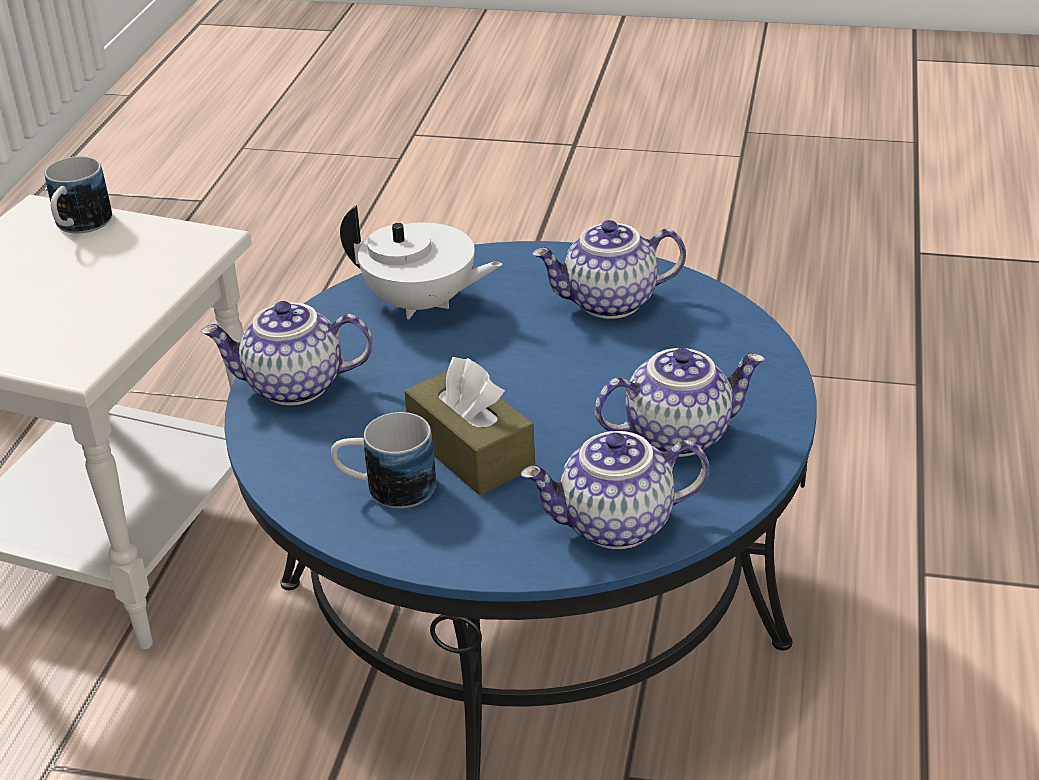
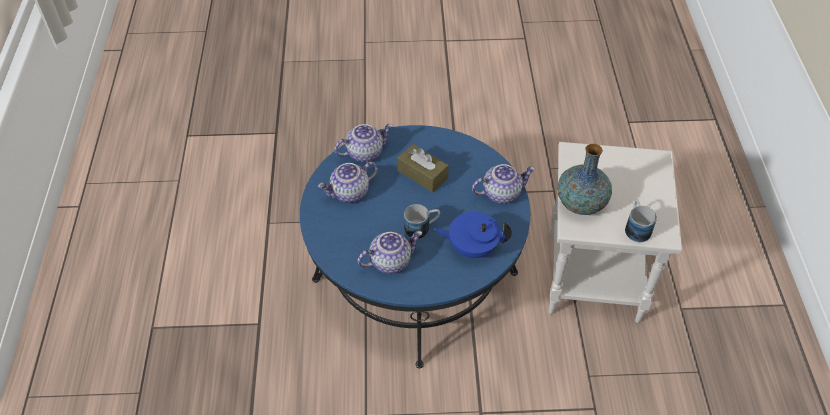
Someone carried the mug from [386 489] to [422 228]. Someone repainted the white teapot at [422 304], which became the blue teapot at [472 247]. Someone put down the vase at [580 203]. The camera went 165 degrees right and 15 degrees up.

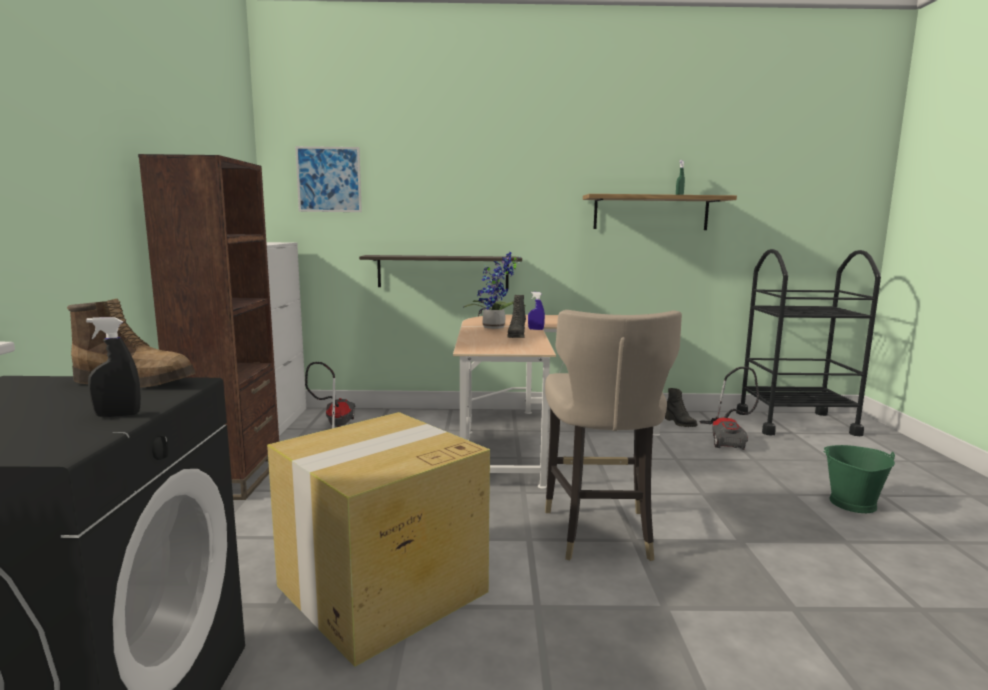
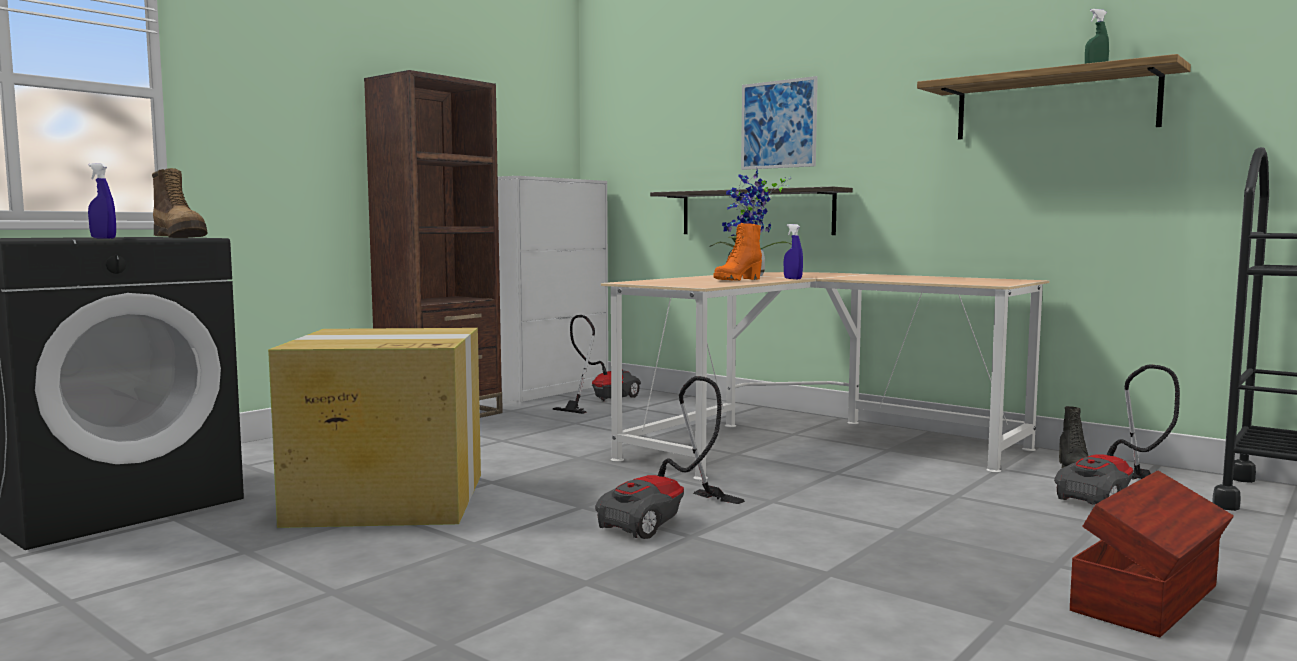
Someone repainted the black spray bottle at [117 415], which became the blue spray bottle at [103 238]. Someone swapped the beige stool at [599 532] for the vacuum cleaner at [667 521]. Someone repainted the black boot at [516 336], which became the orange boot at [736 280]. Someone carried the picture from [329 179] to [778 124]. Someone swapped the green bucket at [851 503] for the brown storage box at [1149 598]. The camera went 40 degrees right and 5 degrees down.

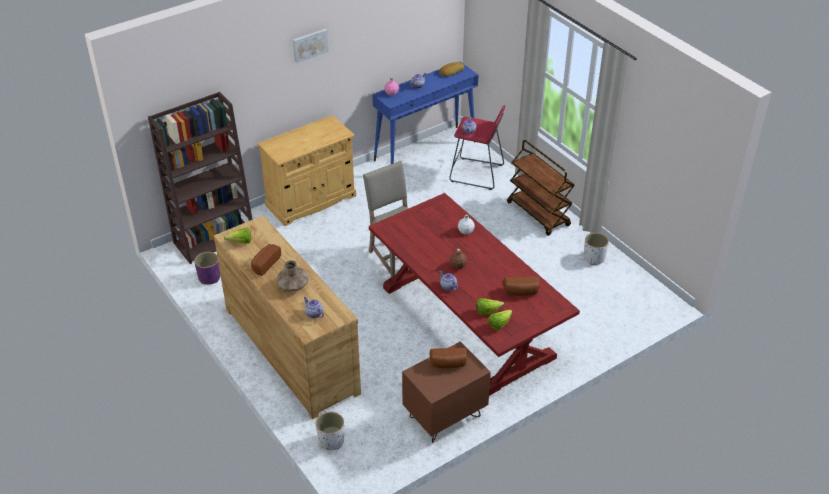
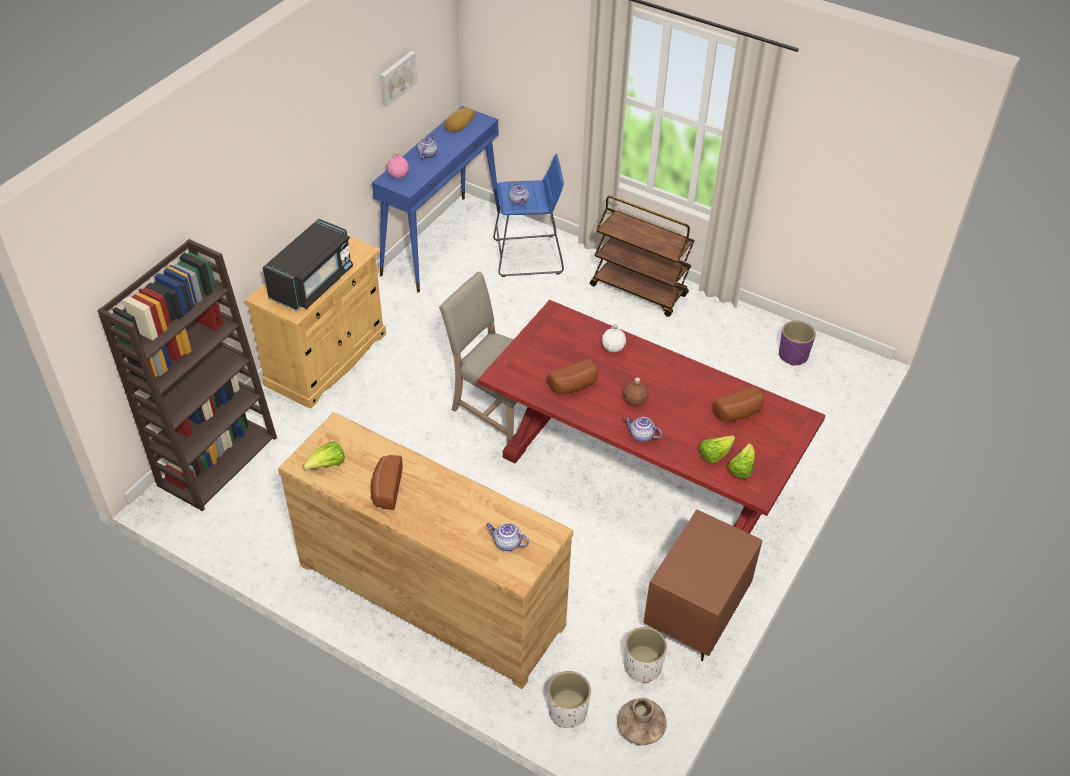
Someone put down the black microwave at [312 283]. Someone carried the picture from [309 45] to [396 78]. Someone repainted the red stool at [477 173], which became the blue stool at [528 256]. Someone carried the bread from [448 364] to [574 386]. Someone carried the brown vase from [293 285] to [640 728]. Someone carried the white planter from [594 258] to [643 667]. Someone carried the purple planter from [209 278] to [793 355]. The camera went 25 degrees left and 5 degrees up.

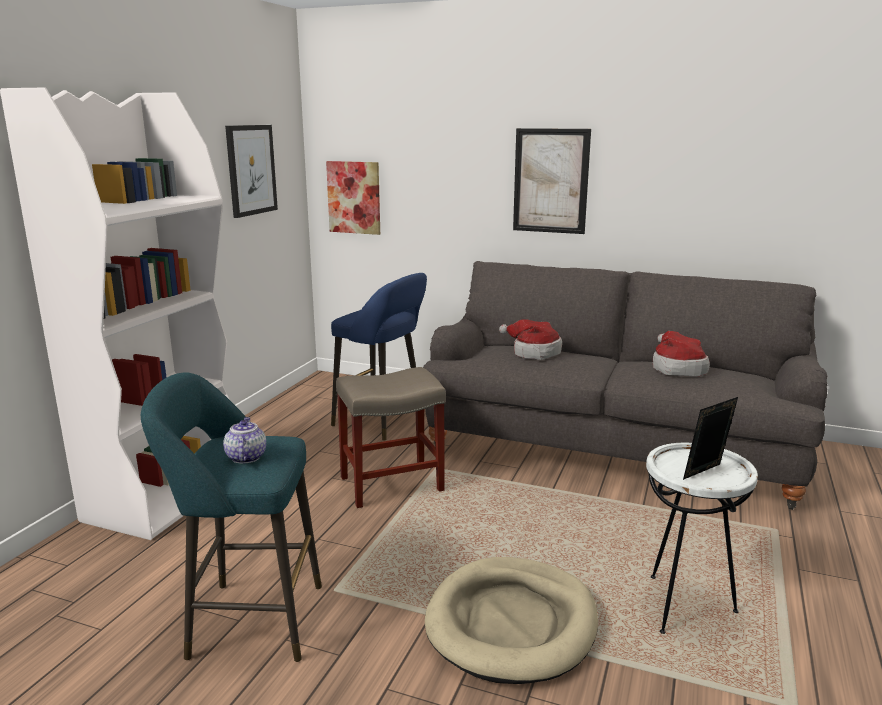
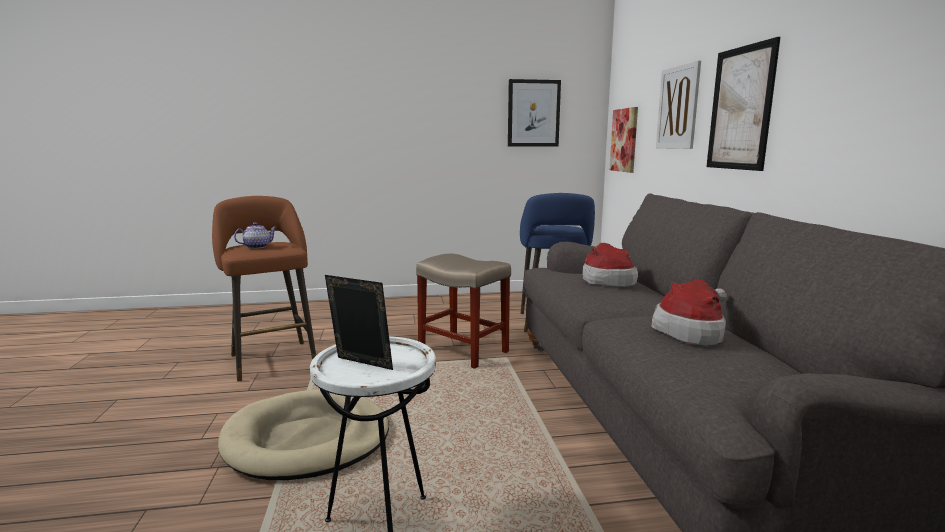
Someone repainted the turquoise stool at [248 620], which became the brown stool at [272 358]. Someone put up the picture at [678 107]. Someone took away the white bookcase at [169 493]. The camera went 60 degrees right and 5 degrees down.

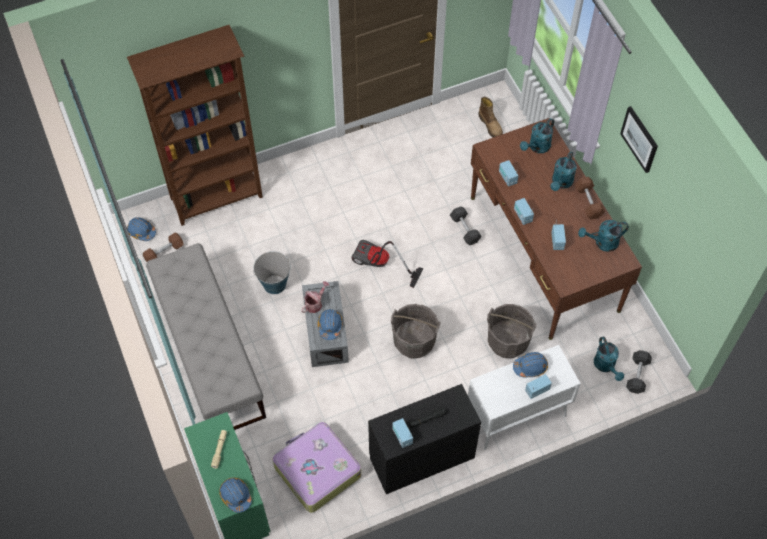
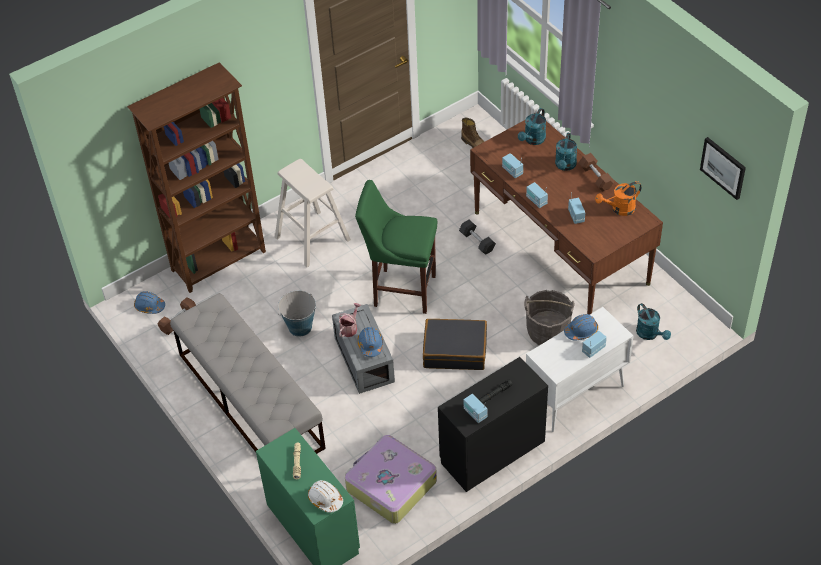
Someone put down the beige stool at [312 238]. Someone repainted the blue hard hat at [236 496], which became the white hard hat at [325 499]. Someone swapped the vacuum cleaner at [379 265] for the green stool at [401 290]. Someone swapped the grey bucket at [414 341] for the black suitcase at [455 350]. Someone repainted the turquoise watering can at [602 243], which became the orange watering can at [619 209]. Someone carried the picture from [640 139] to [723 167]. Someone took away the grey dumbbell at [637 375]. The camera went 10 degrees left and 10 degrees down.

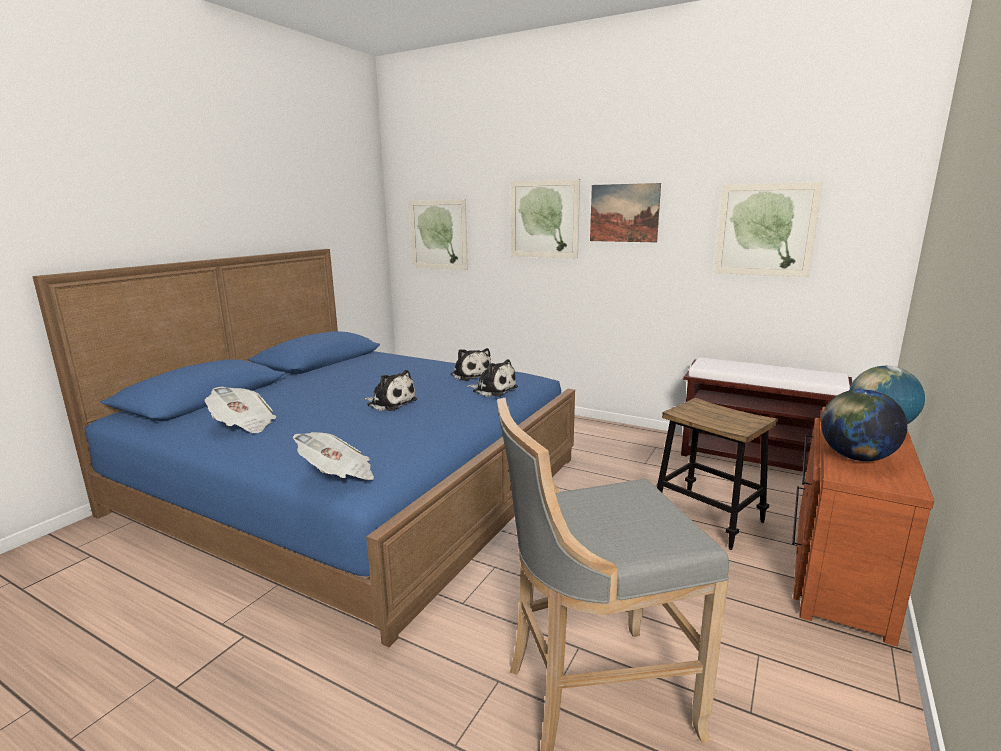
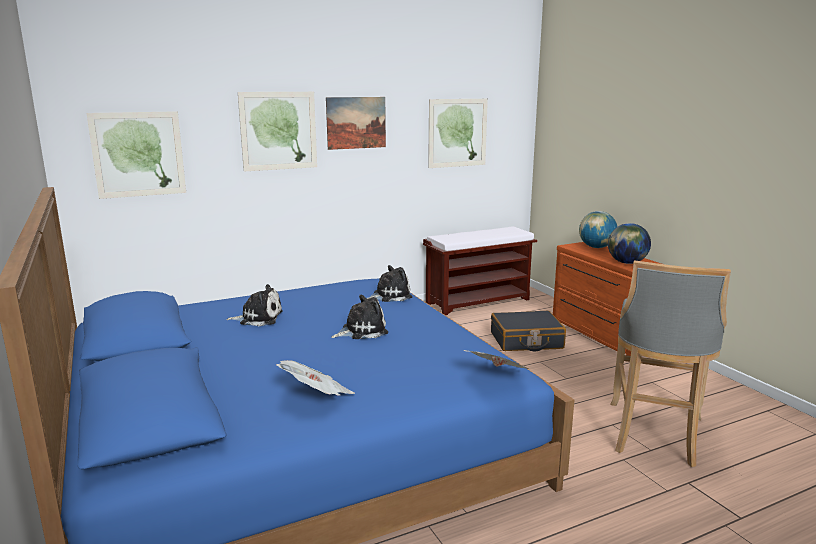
Someone carried the plush toy from [470 375] to [258 318]. Someone swapped the stool at [708 518] for the black suitcase at [526 341]. The camera went 55 degrees left and 0 degrees up.

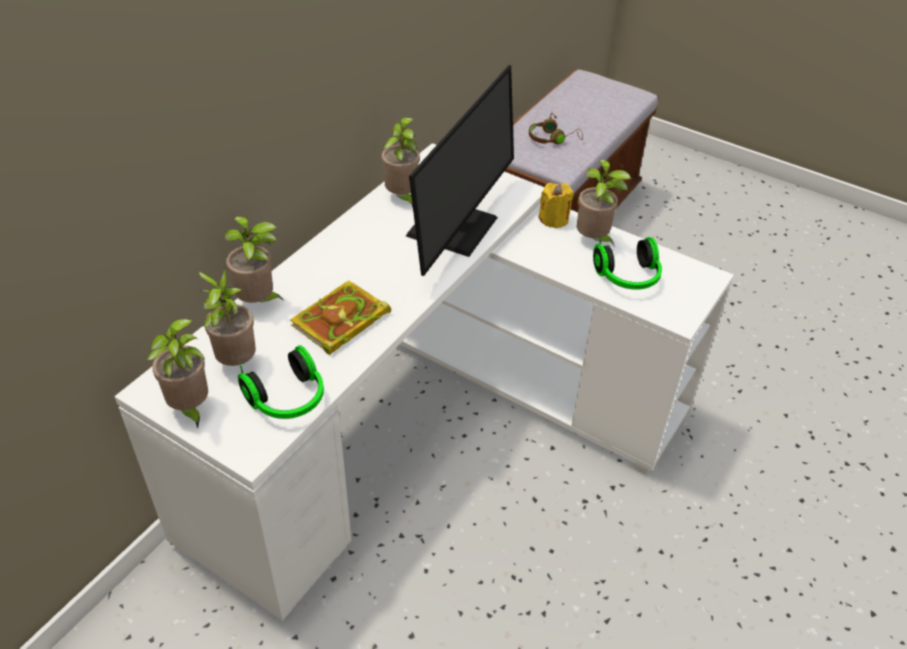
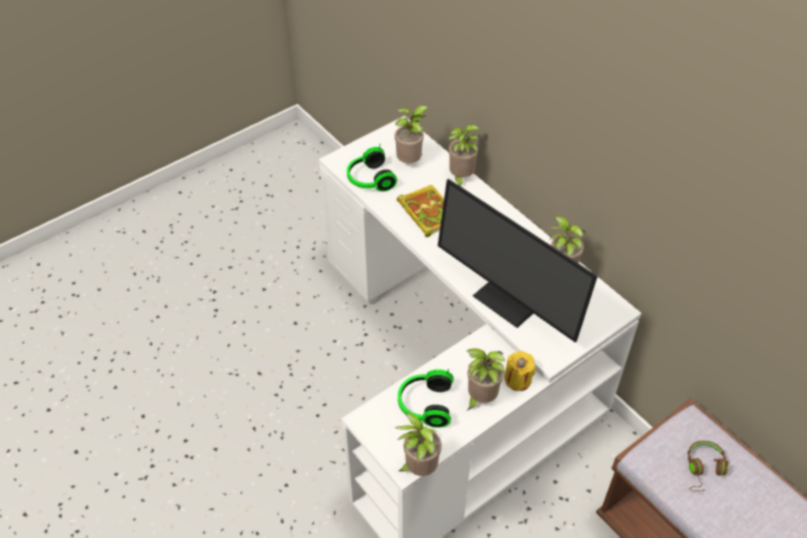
Someone carried the potted plant from [190 409] to [419 468]. The camera went 110 degrees right and 5 degrees up.

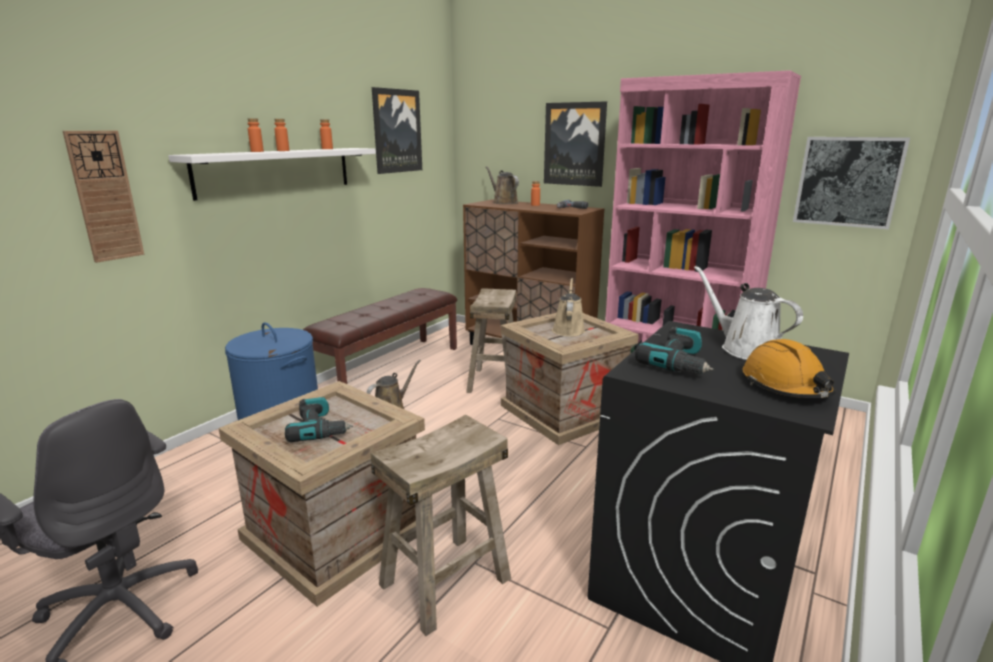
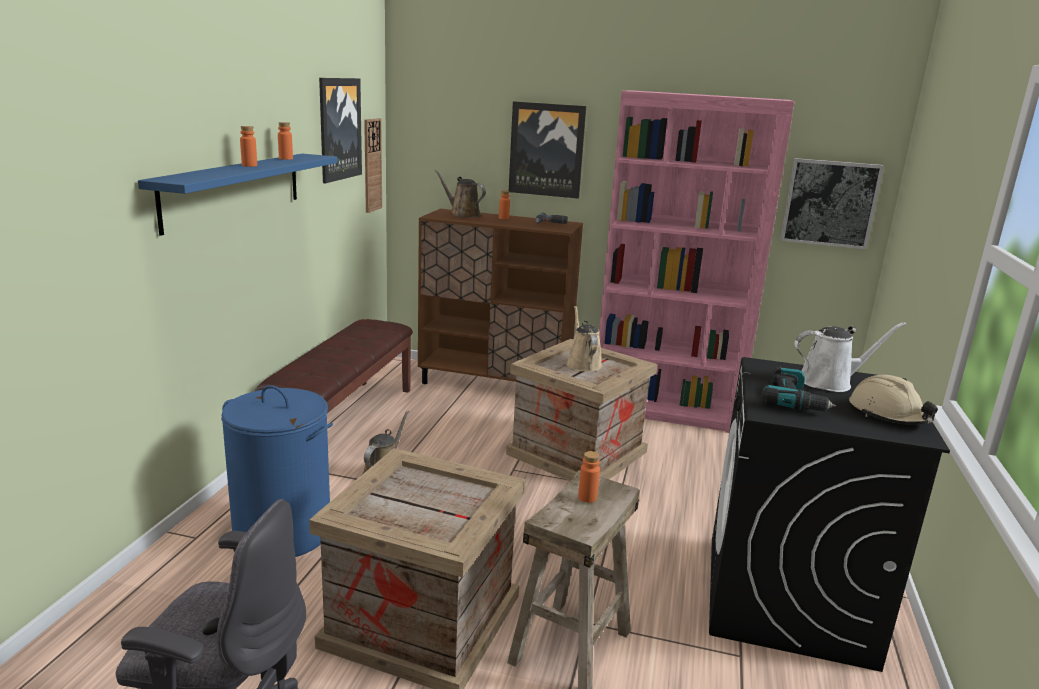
Someone repainted the white shelf at [276 171], which became the blue shelf at [234 190]. Someone carried the wall clock from [105 196] to [372 165]. Someone carried the orange bottle from [257 151] to [587 497]. Someone rotated the white watering can at [745 349] by 135 degrees clockwise. Someone repainted the orange hard hat at [785 386], which became the beige hard hat at [888 415]. Someone took away the power drill at [320 429]. Someone took away the beige stool at [494 381]. The camera went 20 degrees left and 0 degrees up.

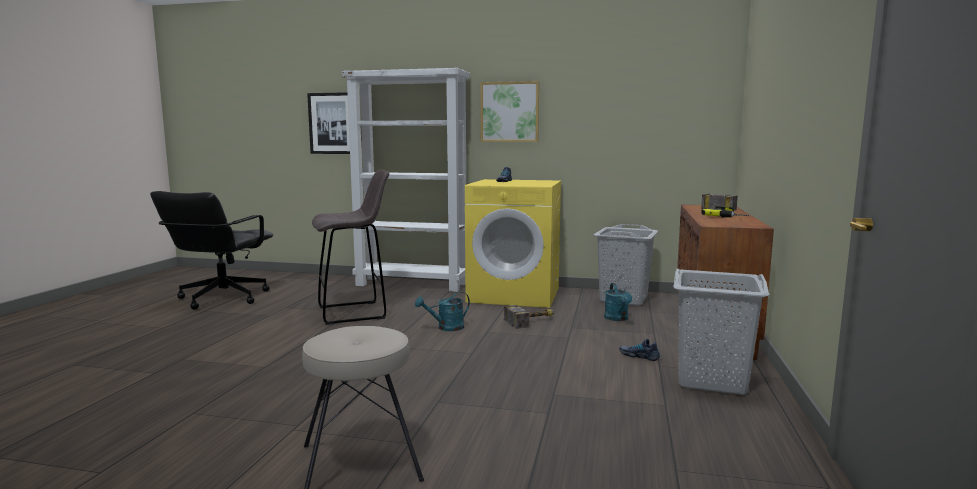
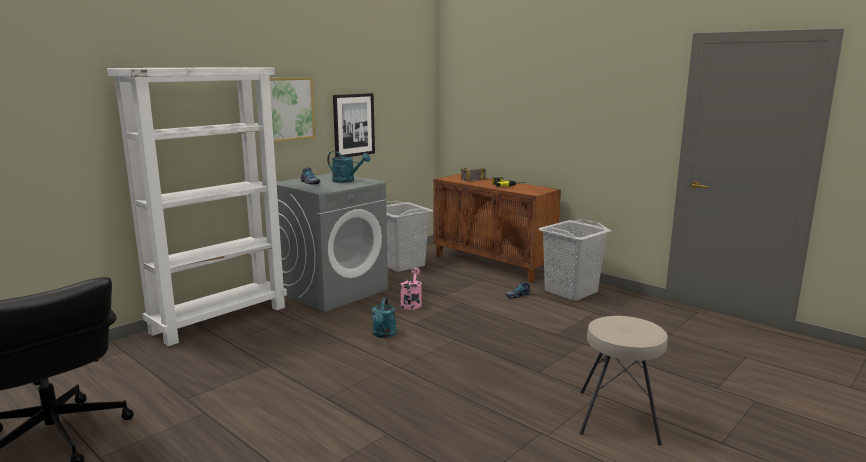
Someone repainted the yellow washing machine at [515 295], which became the grey washing machine at [333 291]. Someone carried the turquoise watering can from [618 319] to [347 181]. Someone carried the picture from [332 123] to [353 125]. Someone swapped the hammer at [532 321] for the pink watering can at [411 303]. Someone took away the grey stool at [354 312]. The camera went 60 degrees left and 5 degrees up.

